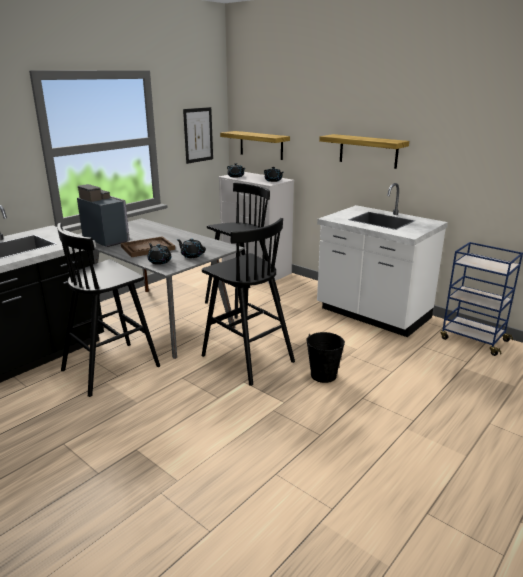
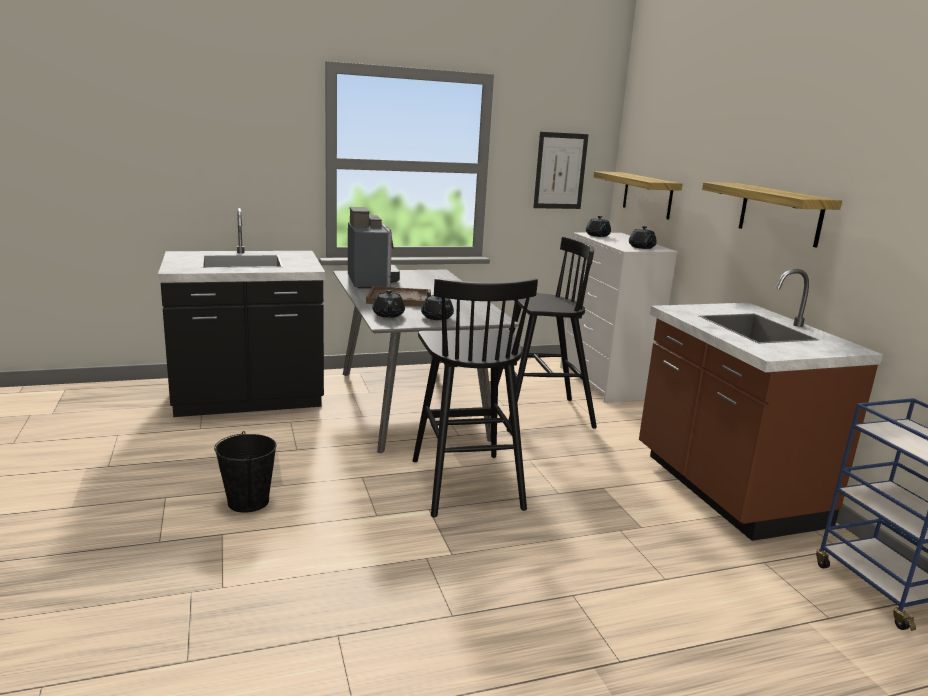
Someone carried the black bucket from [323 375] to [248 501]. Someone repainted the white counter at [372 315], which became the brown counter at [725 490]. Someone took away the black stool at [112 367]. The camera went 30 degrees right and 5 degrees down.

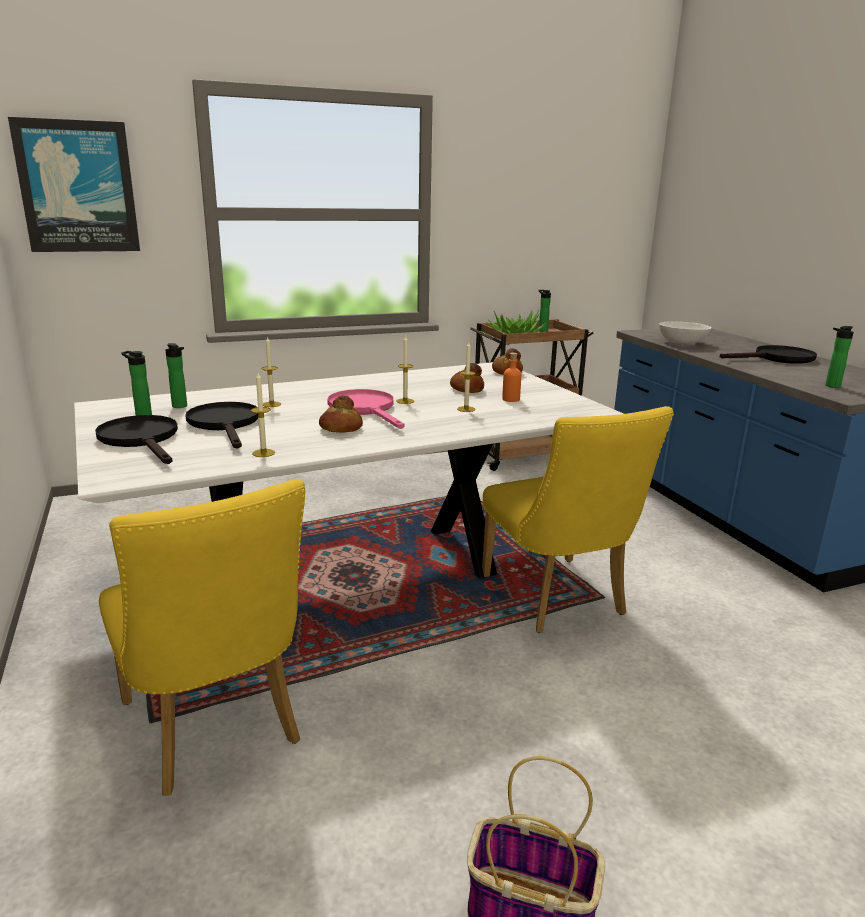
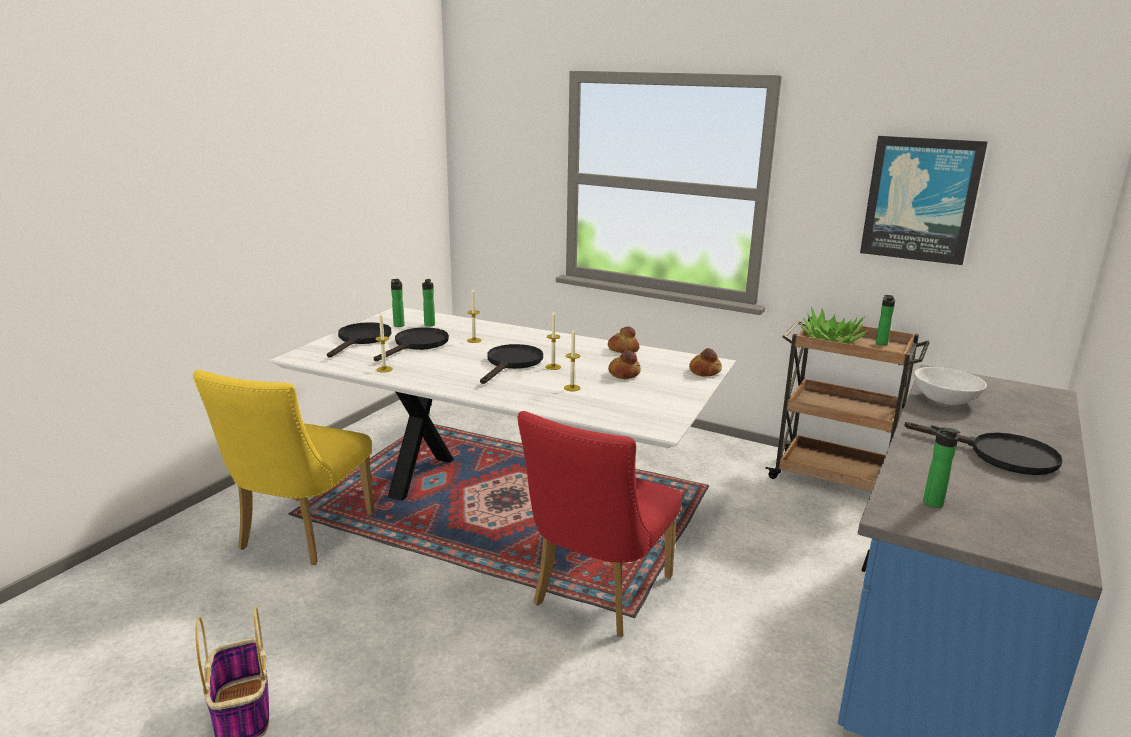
Someone repainted the pink frying pan at [365 409], which became the black frying pan at [512 363]. Someone repainted the yellow chair at [558 600], which became the red chair at [596 596]. Someone carried the bread from [340 428] to [623 350]. Someone carried the picture from [78 187] to [920 199]. Someone took away the orange bottle at [511 399]. The camera went 50 degrees right and 0 degrees up.

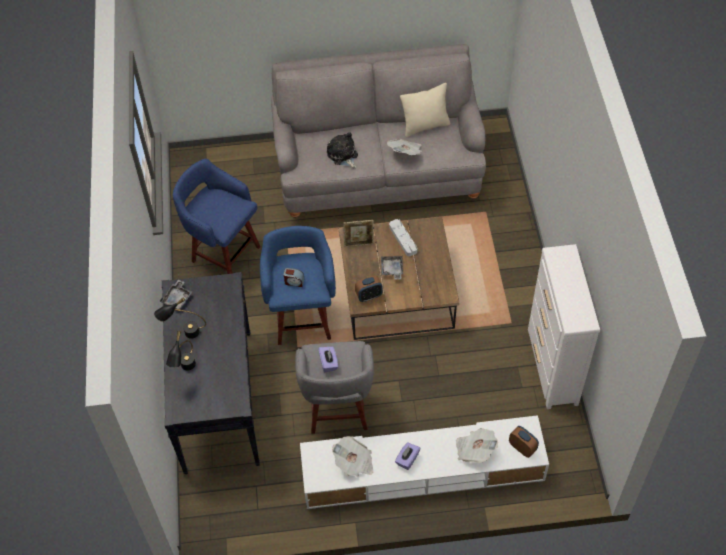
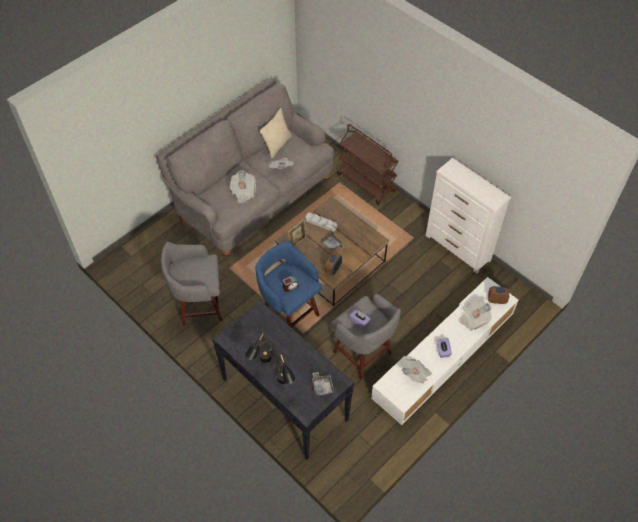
Someone repainted the blue stool at [223 253], which became the grey stool at [199 306]. Someone swapped the plush toy at [343 155] for the newspaper at [243 192]. Someone carried the grey tray from [177 299] to [322 386]. Someone put down the brown cart at [366 183]. The camera went 40 degrees left and 0 degrees up.

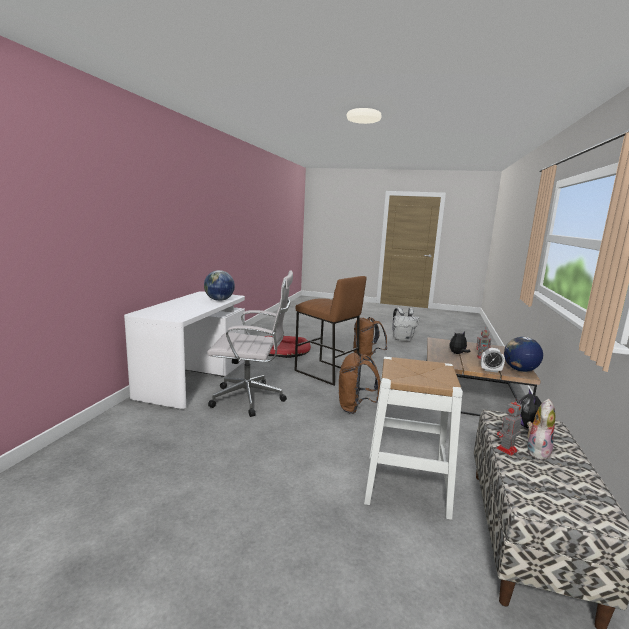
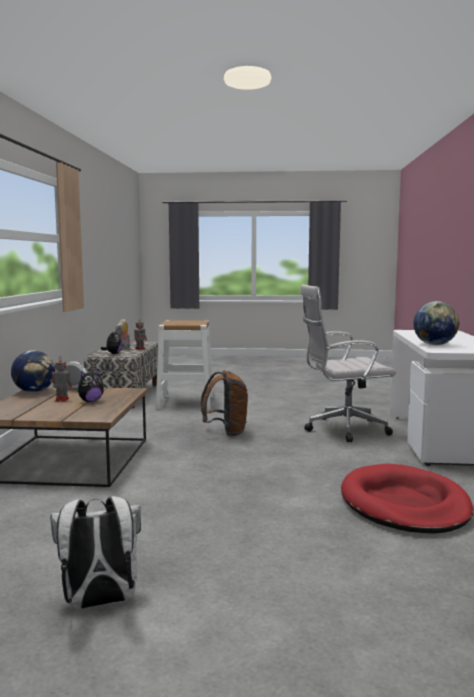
Someone took away the brown stool at [326 372]. Someone took away the brown backpack at [366 357]. The camera went 170 degrees right and 5 degrees down.

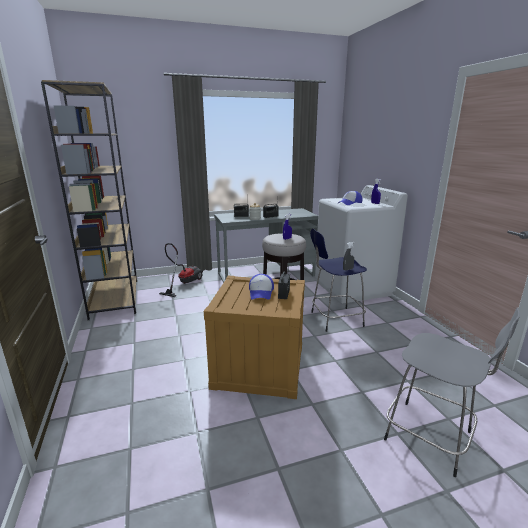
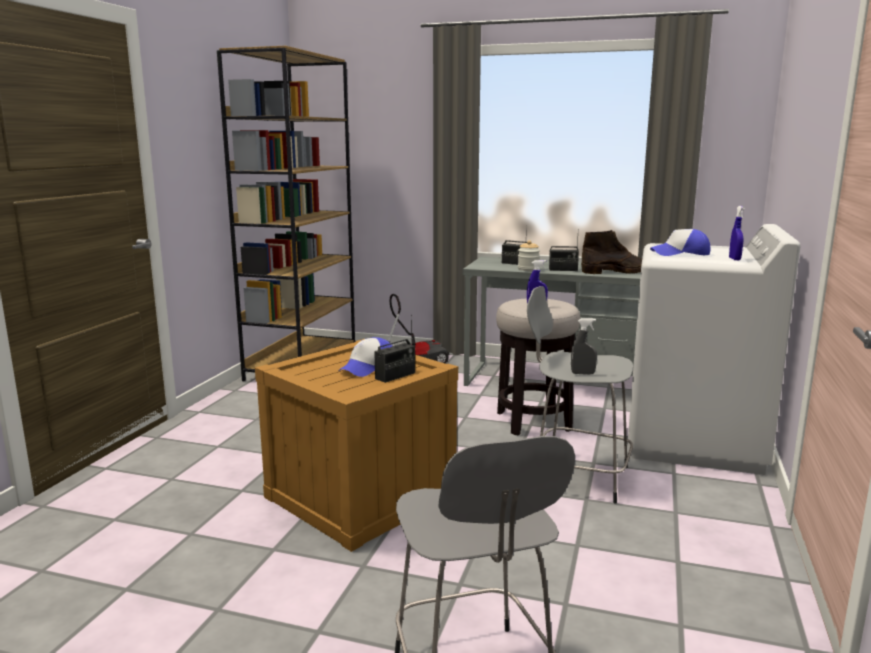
Someone repainted the blue stool at [334 319], which became the grey stool at [576 476]. Someone put down the brown boot at [616 272]. The camera went 35 degrees right and 5 degrees down.

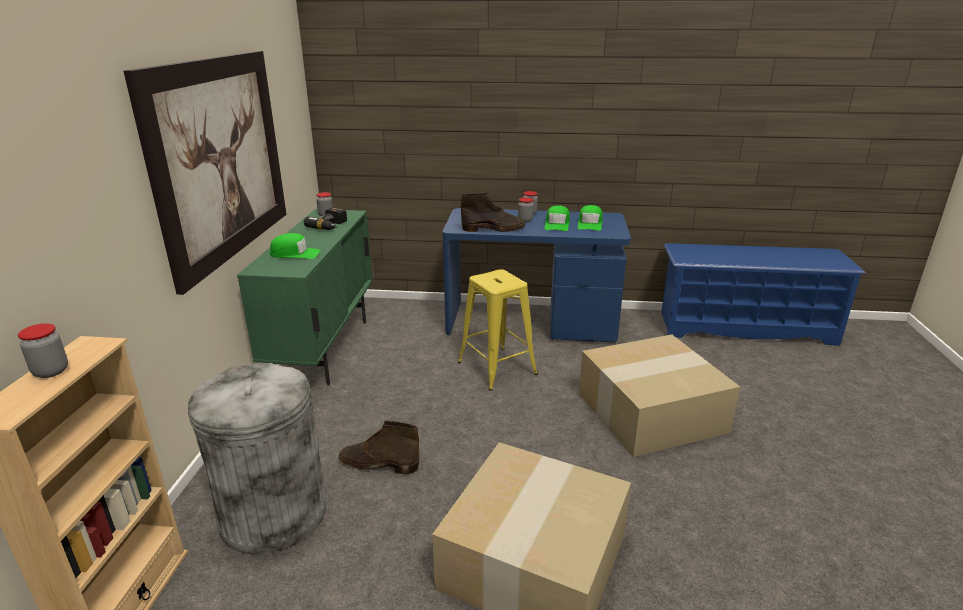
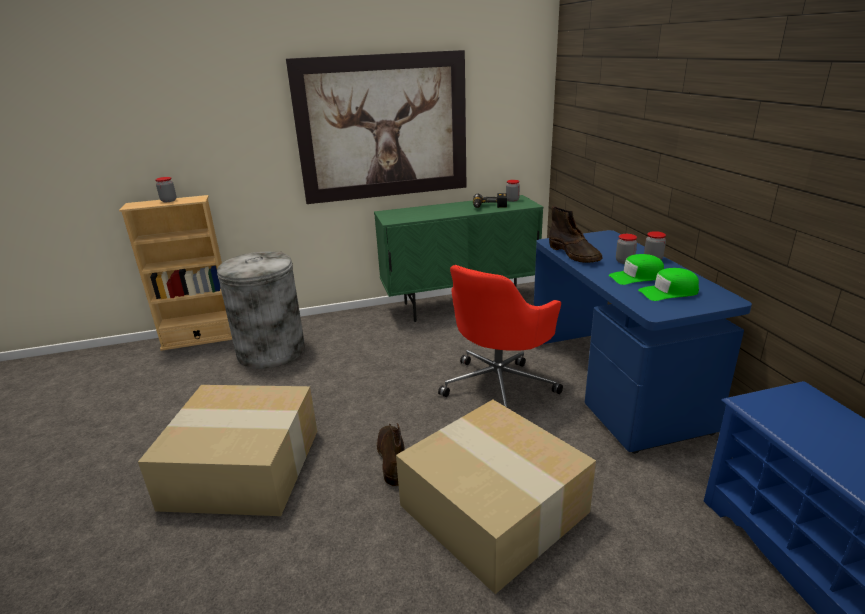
Someone carried the brown boot from [378 464] to [392 458]. Someone swapped the yellow stool at [497 368] for the red office chair at [499 385]. Someone took away the green cap at [295 254]. The camera went 70 degrees right and 0 degrees up.

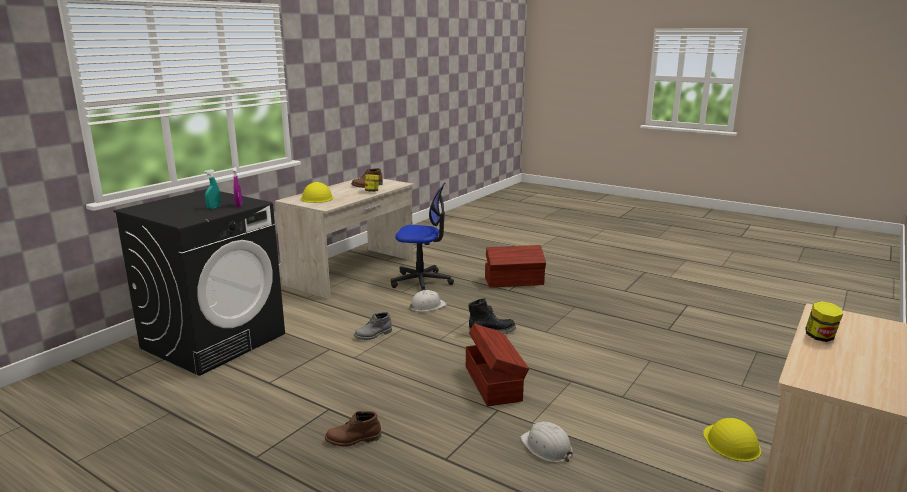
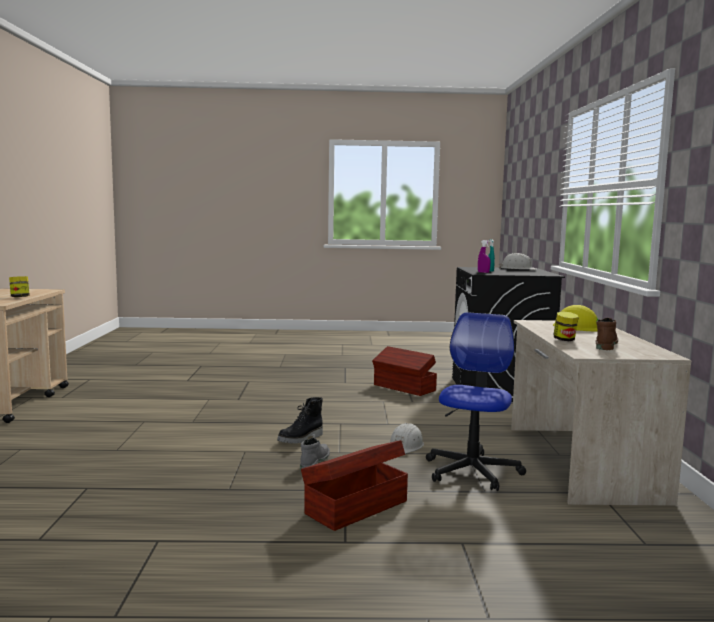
Someone carried the grey boot from [373 335] to [314 462]. Someone carried the brown storage box from [493 382] to [404 388]. Someone rotated the office chair at [422 282] by 135 degrees clockwise. Someone carried the white hard hat from [546 447] to [518 269]. Someone took away the brown boot at [353 440]. Someone took away the yellow hard hat at [731 442]. The camera went 145 degrees right and 10 degrees down.

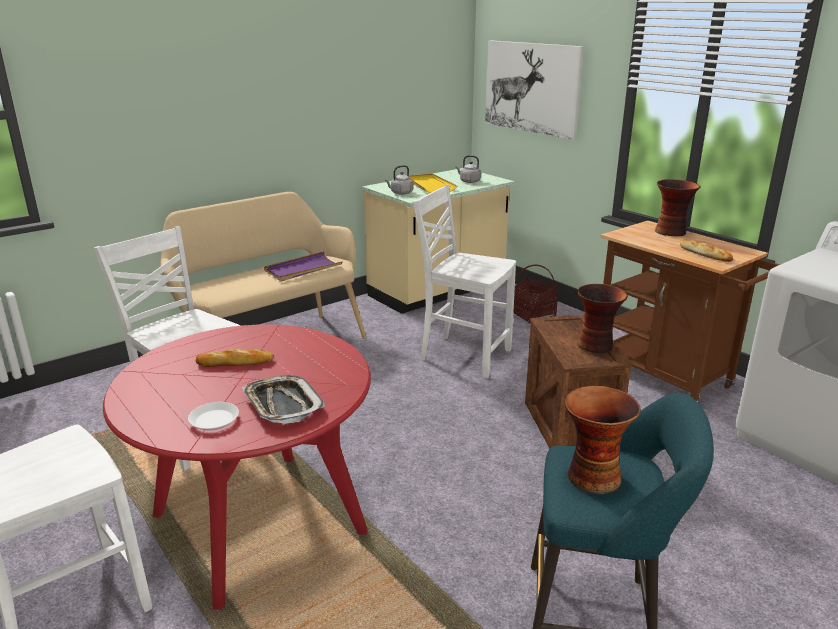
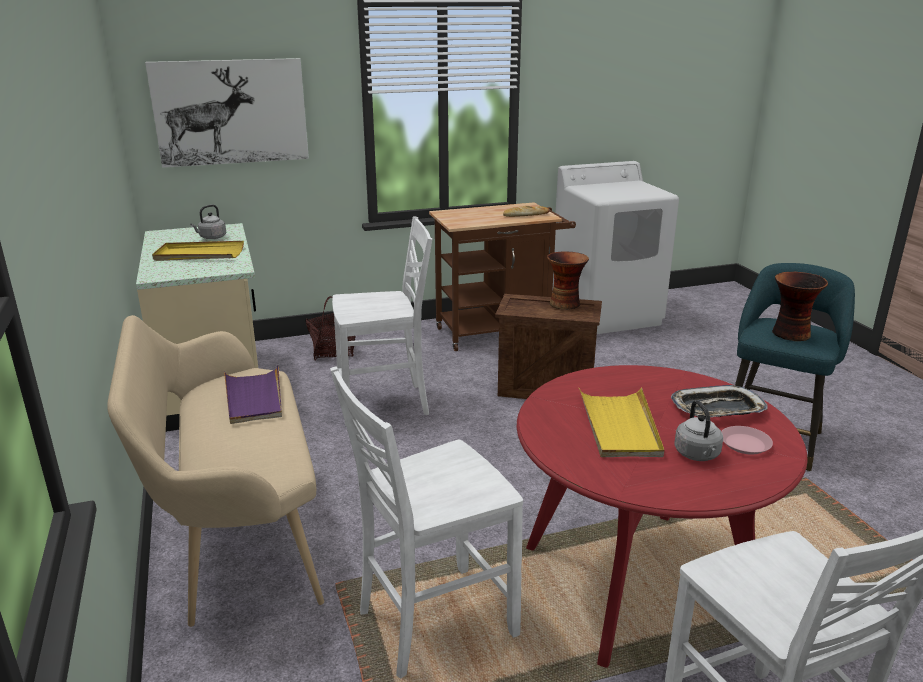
Someone rotated the white chair at [463 355] by 150 degrees counterclockwise. Someone swapped the bread at [235 362] for the yellow tray at [619 426]. Someone carried the grey kettle from [400 193] to [697 455]. Someone repainted the white plate at [214 420], which became the pink plate at [745 444]. Someone took away the vase at [671 232]. The camera went 70 degrees left and 0 degrees up.

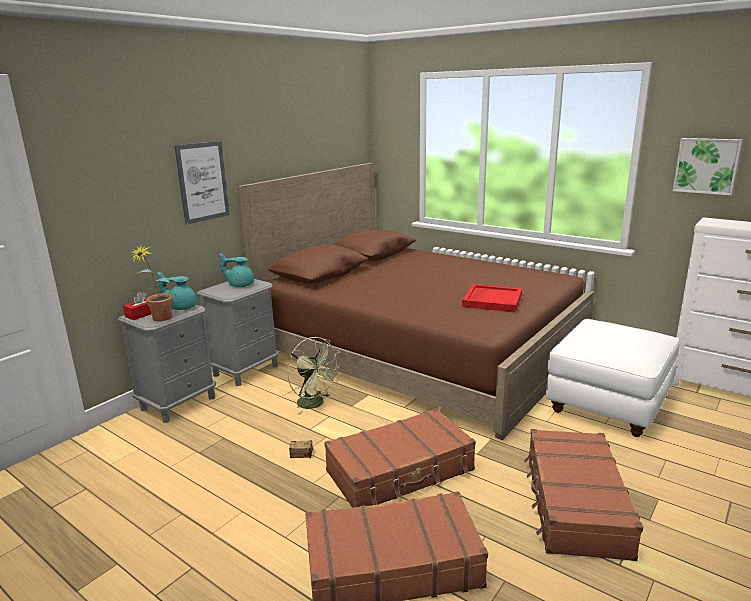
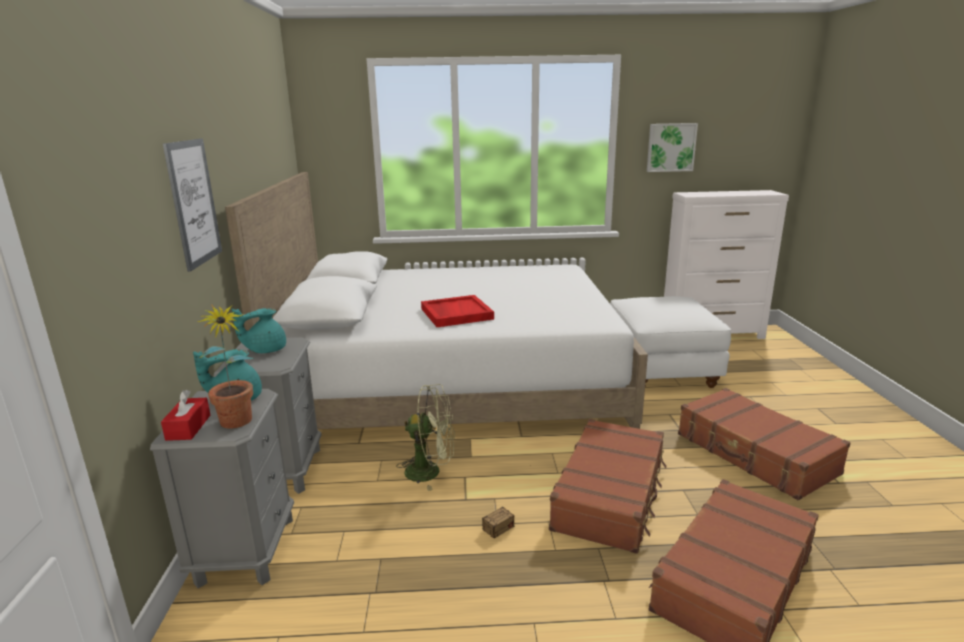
Someone repainted the brown bed at [420 350], which became the white bed at [454 378]. Someone carried the red tray from [492 300] to [456 314]. The camera went 40 degrees left and 0 degrees up.

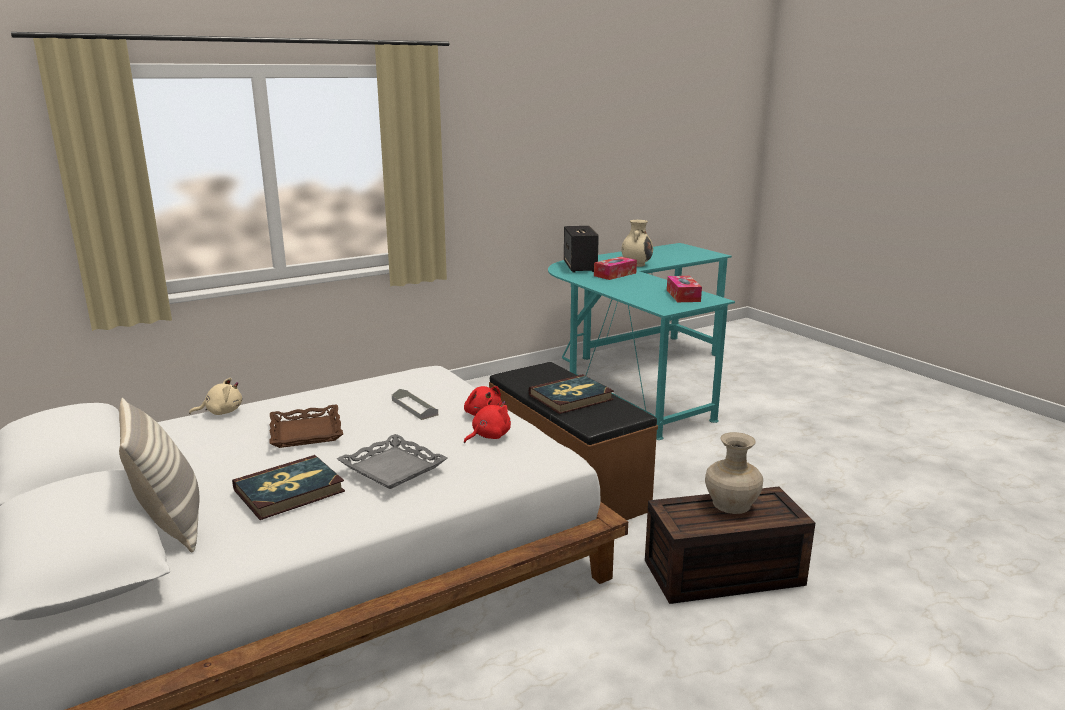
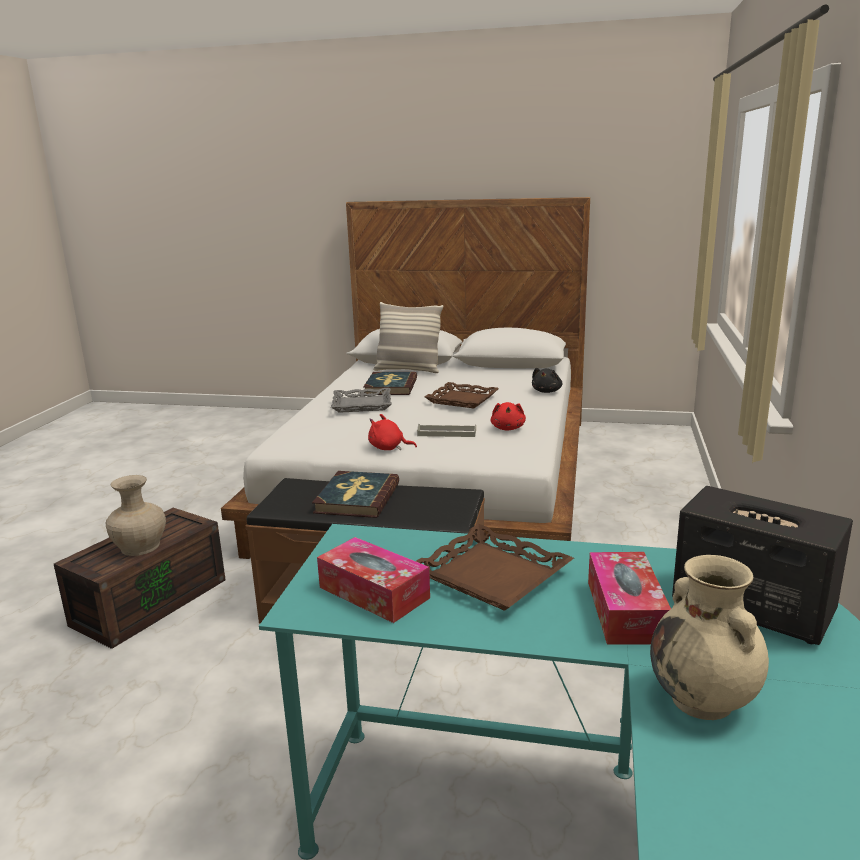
Someone put down the brown tray at [492 575]. Someone carried the red plush toy from [488 436] to [508 428]. Someone repainted the beige plush toy at [221 412], which became the black plush toy at [547 391]. The camera went 135 degrees right and 0 degrees up.

